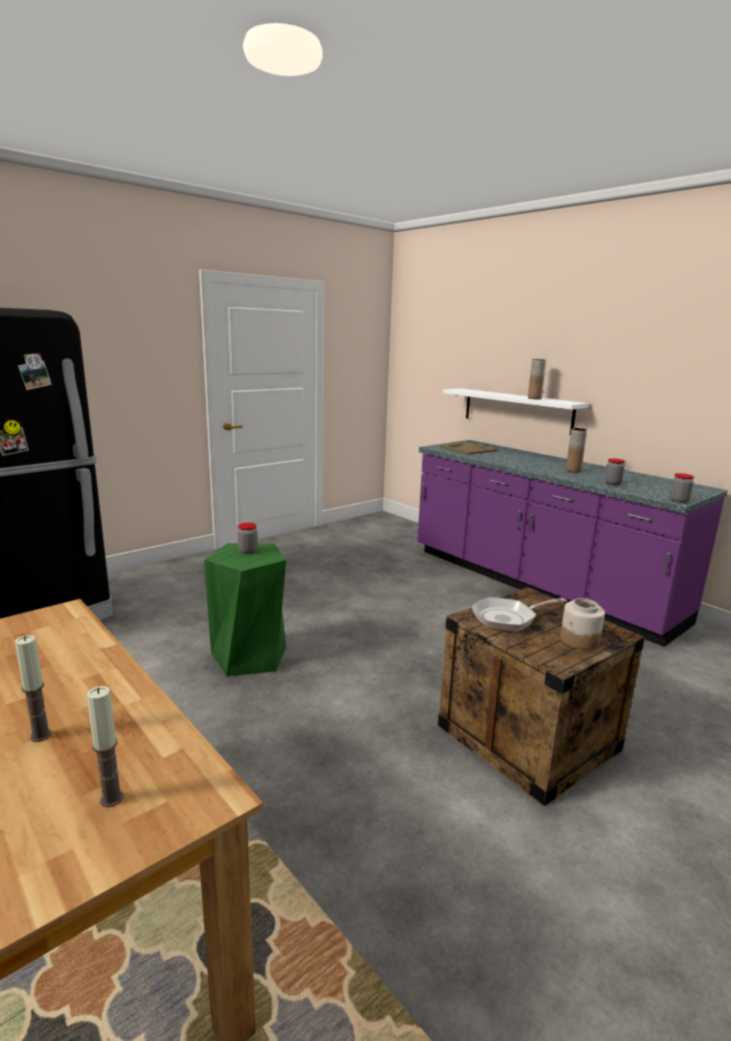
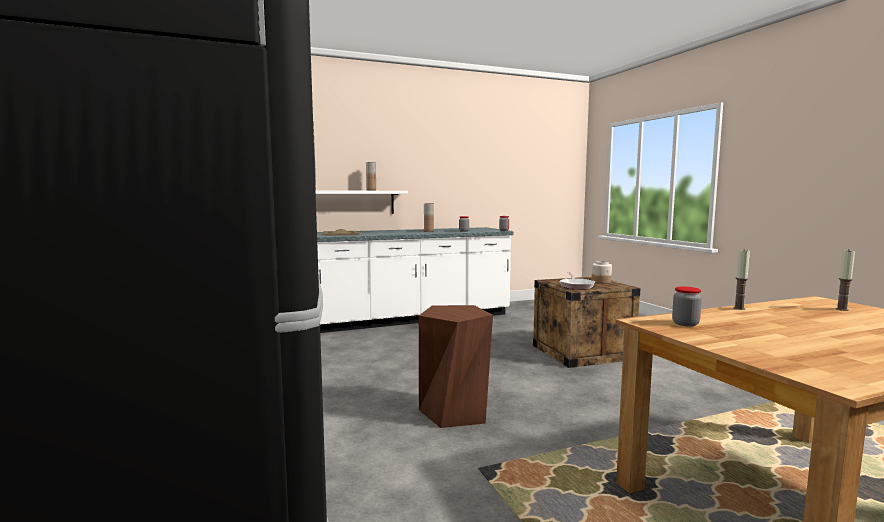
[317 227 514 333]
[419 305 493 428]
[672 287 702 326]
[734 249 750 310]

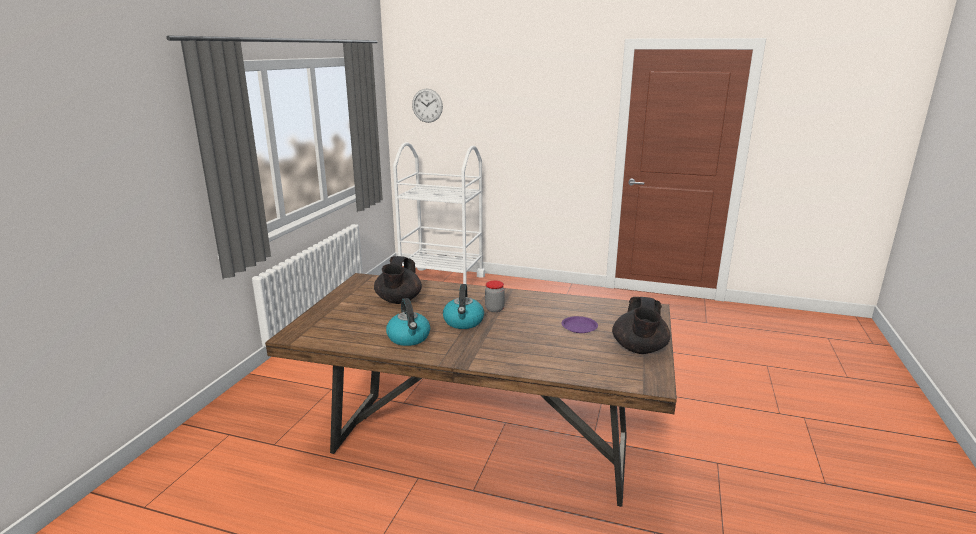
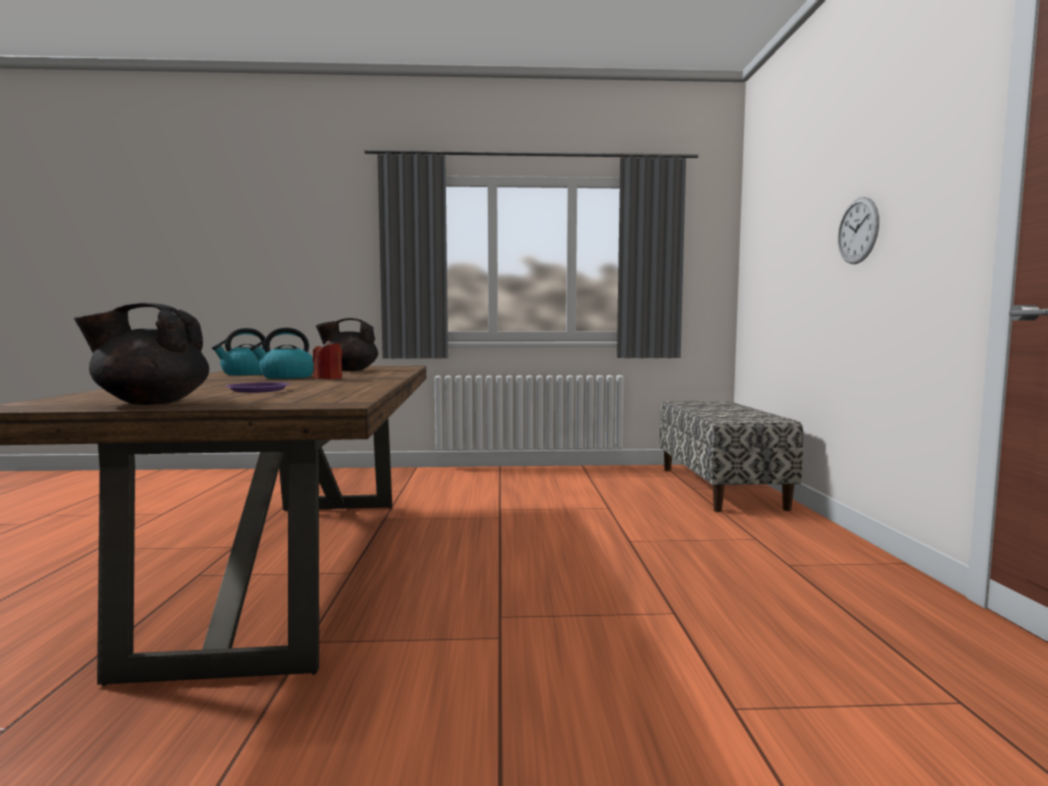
[313 340 342 379]
[660 401 803 512]
[838 197 879 264]

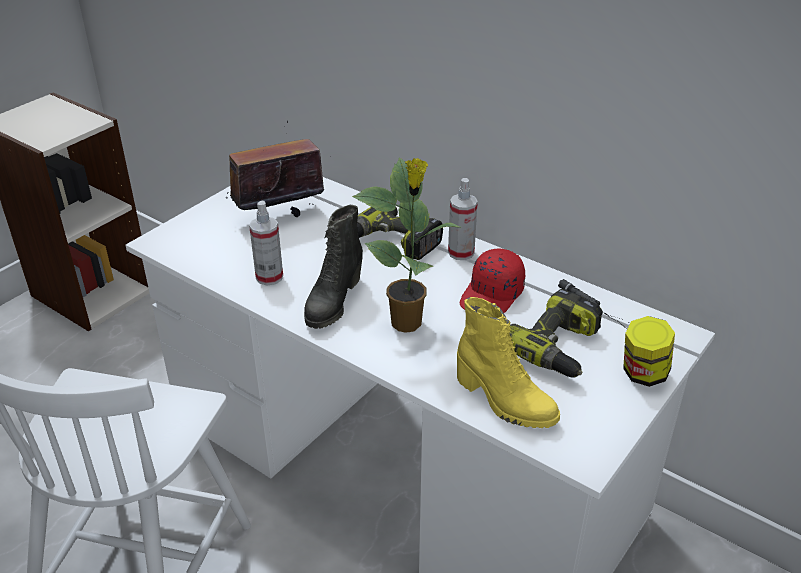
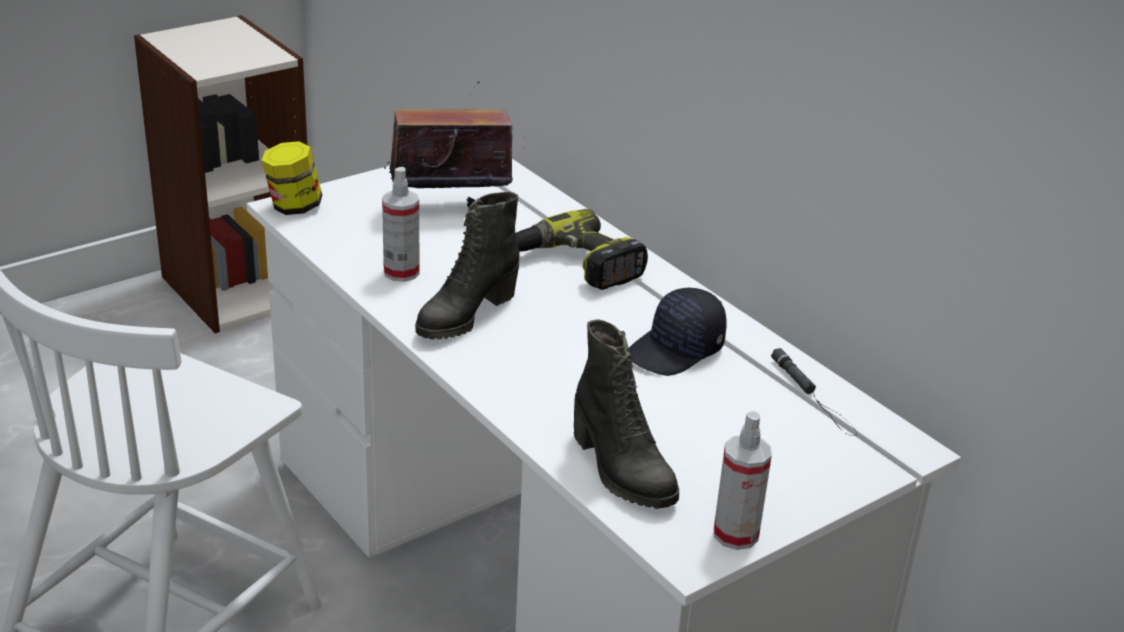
[261 141 322 215]
[574 319 679 509]
[628 288 727 376]
[714 411 772 550]
[352 157 460 333] (first image)
[509 289 603 378] (first image)

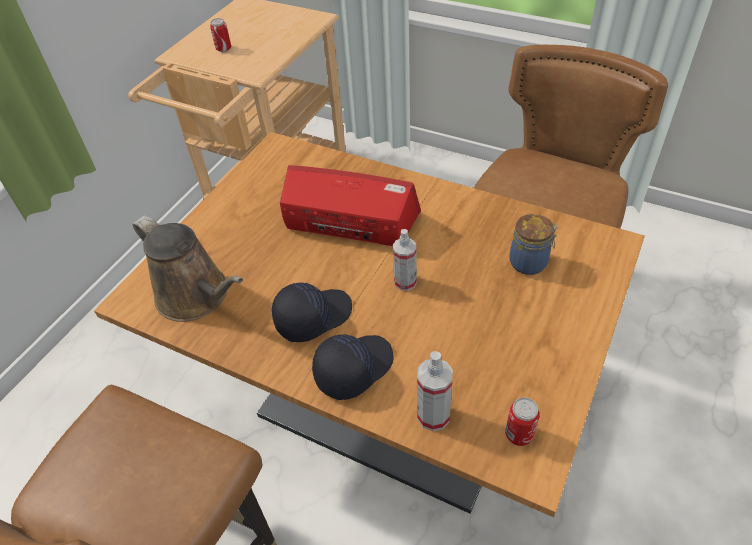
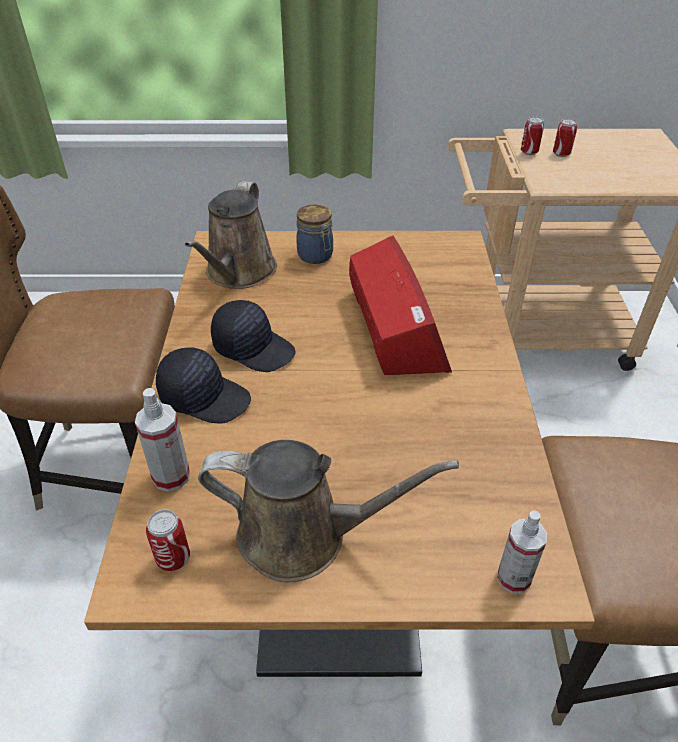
[198 440 459 582]
[296 204 333 264]
[497 510 547 593]
[521 116 544 155]

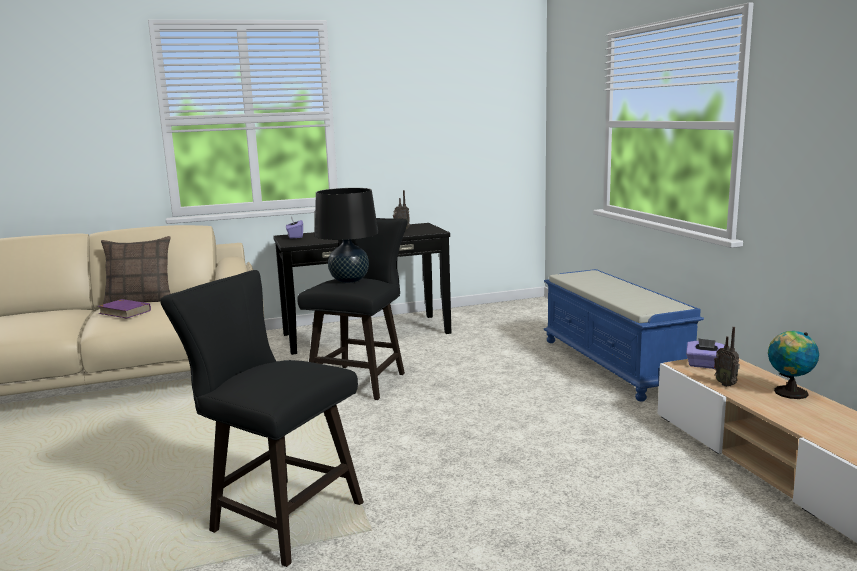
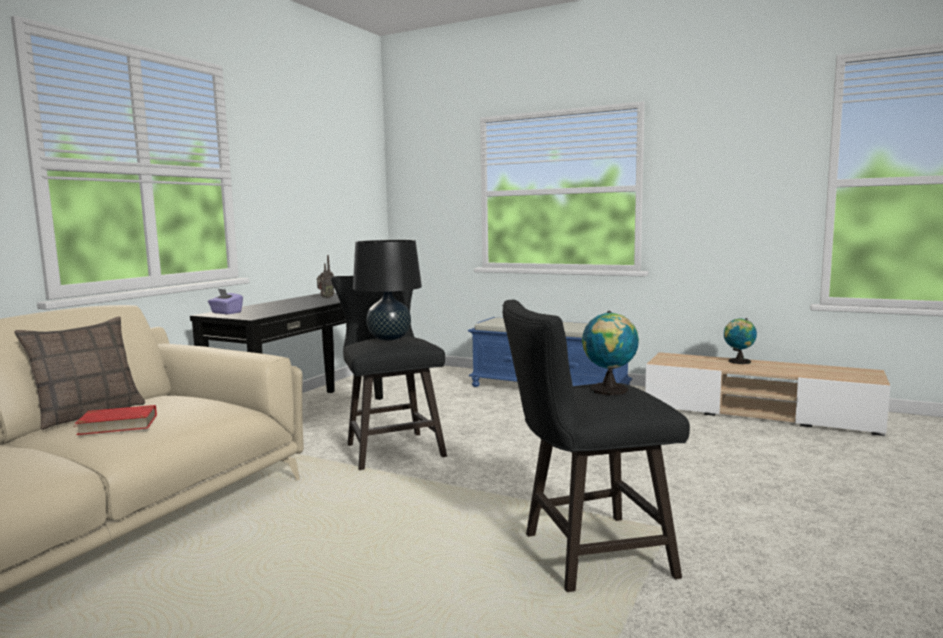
[73 405 157 435]
[582 311 639 395]
[686 338 725 369] (first image)
[714 327 740 387] (first image)

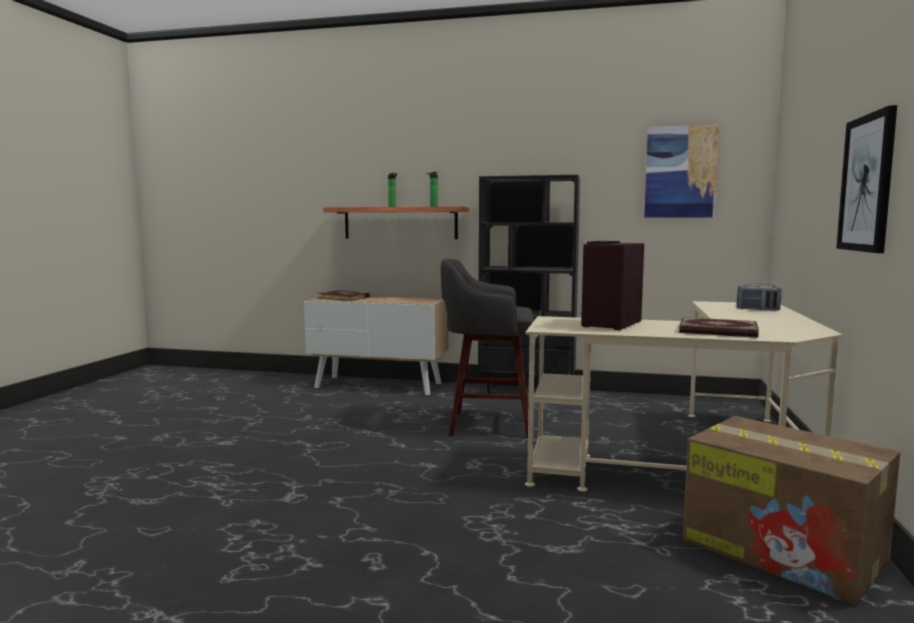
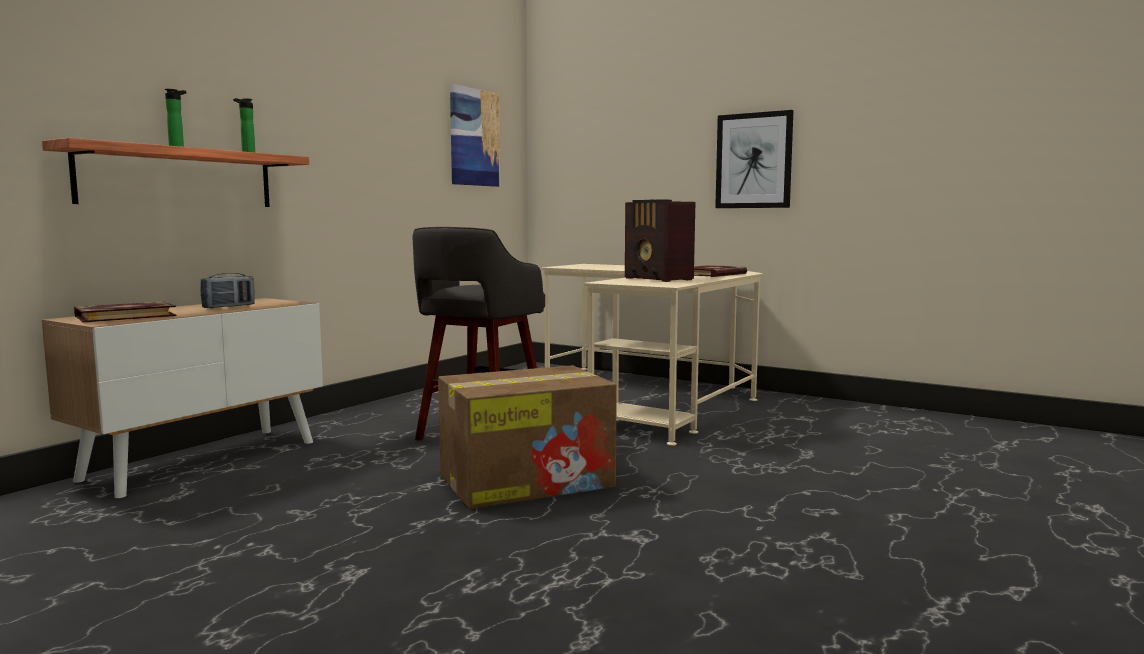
[201 273 255 308]
[438 365 617 509]
[478 175 580 394] (first image)

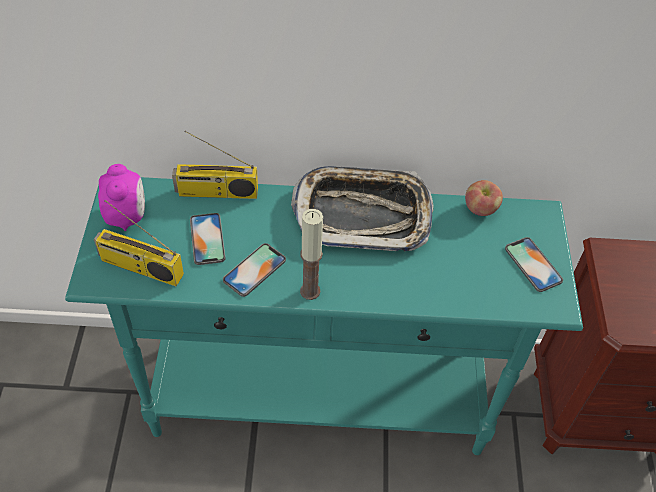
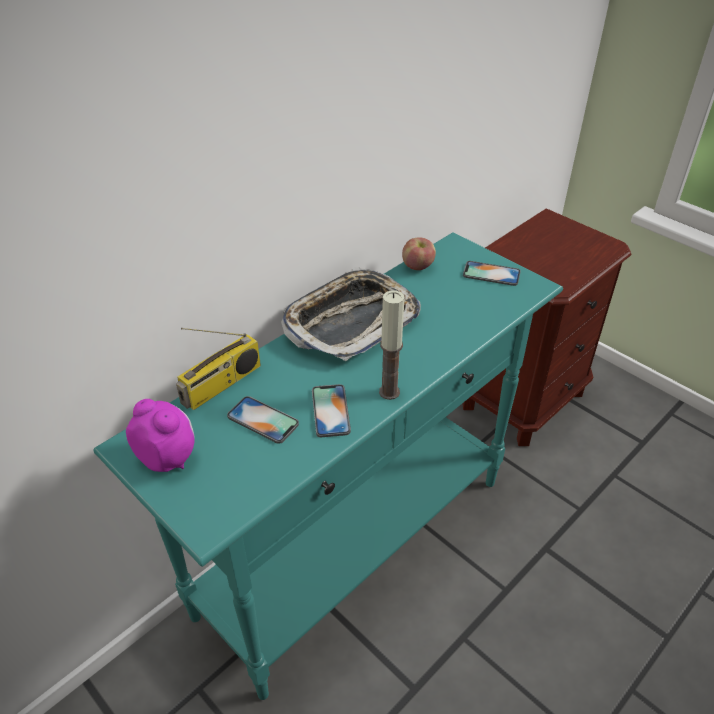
[94 200 184 286] (first image)

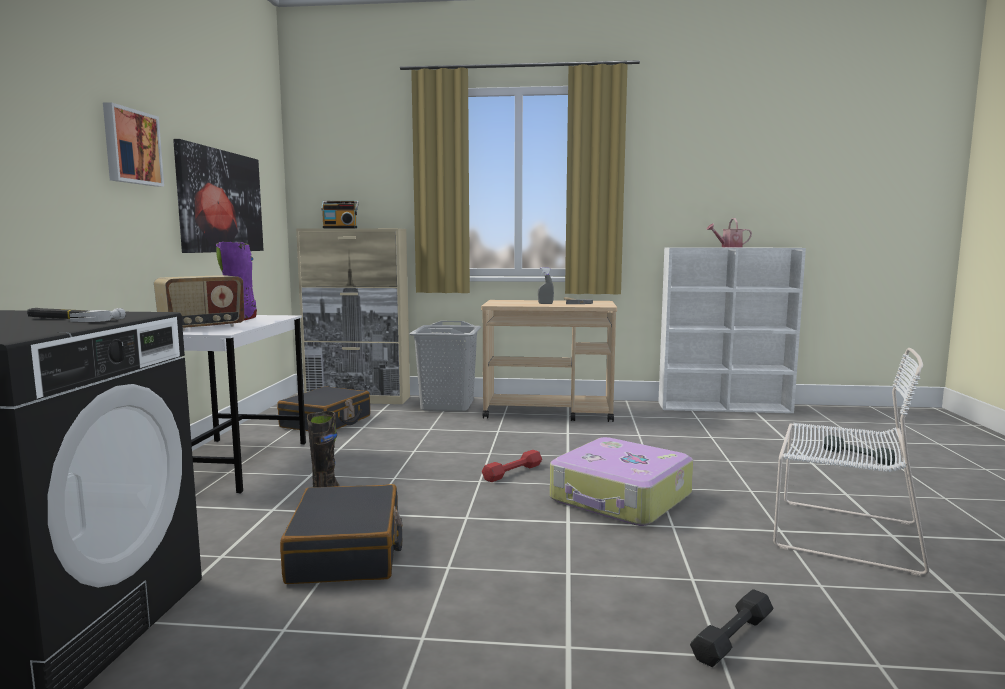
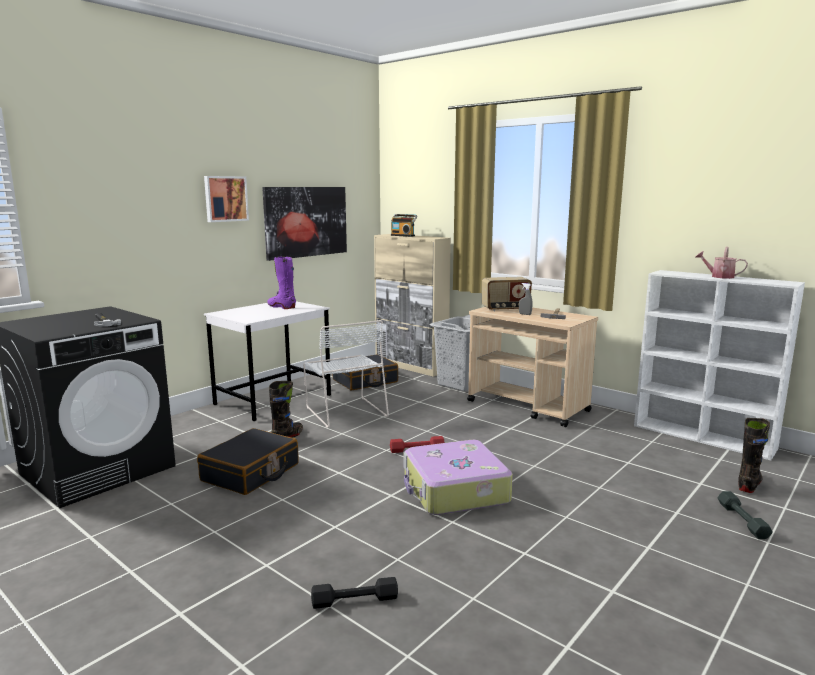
[303 320 389 428]
[482 277 532 311]
[738 418 770 493]

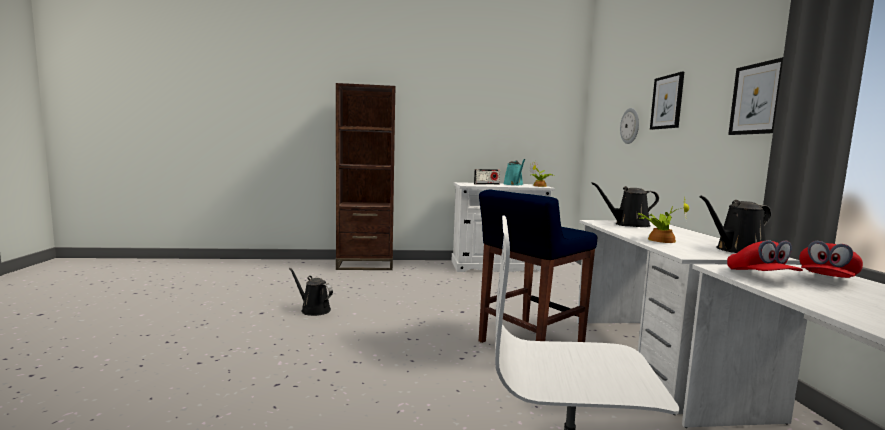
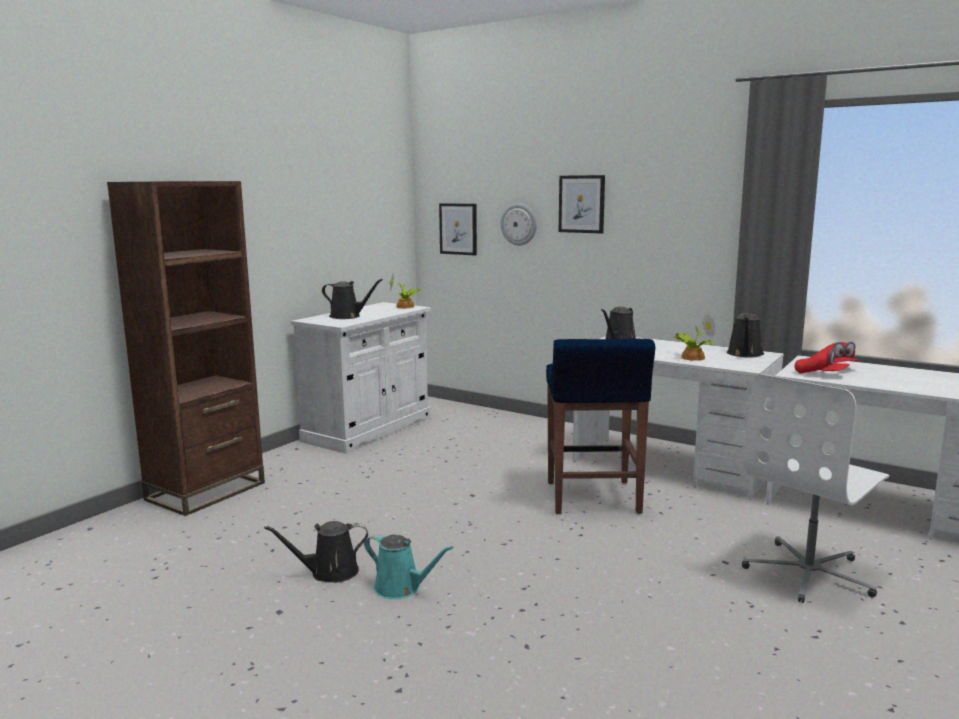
[322 279 383 319]
[364 534 453 599]
[439 203 477 256]

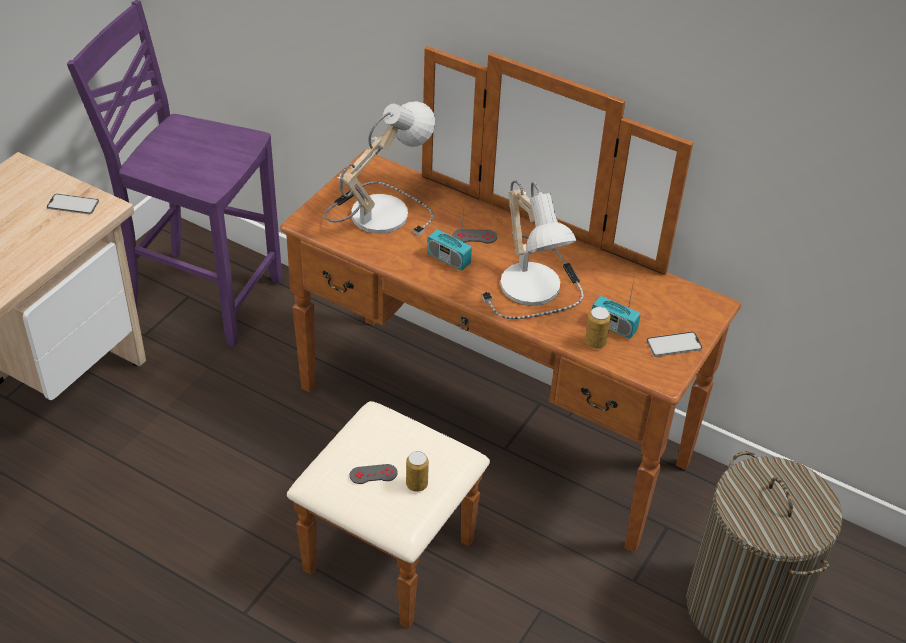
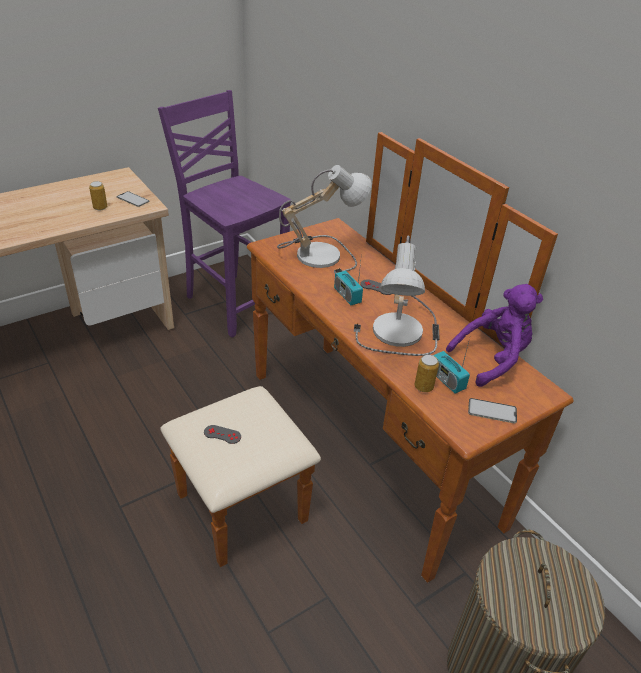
[89 181 107 210]
[446 284 543 387]

